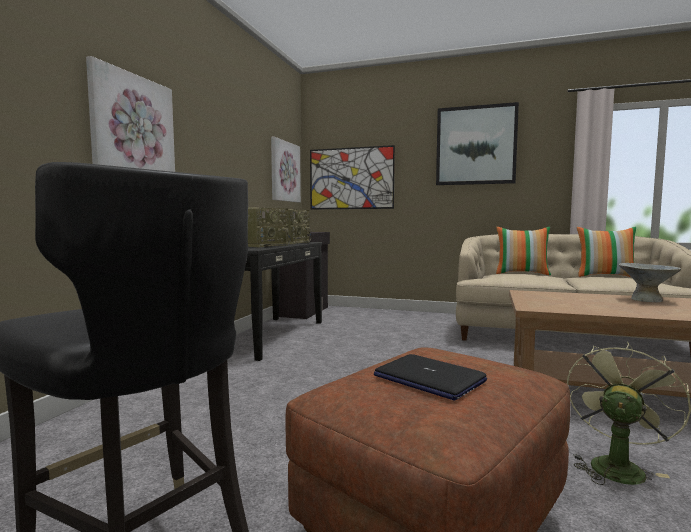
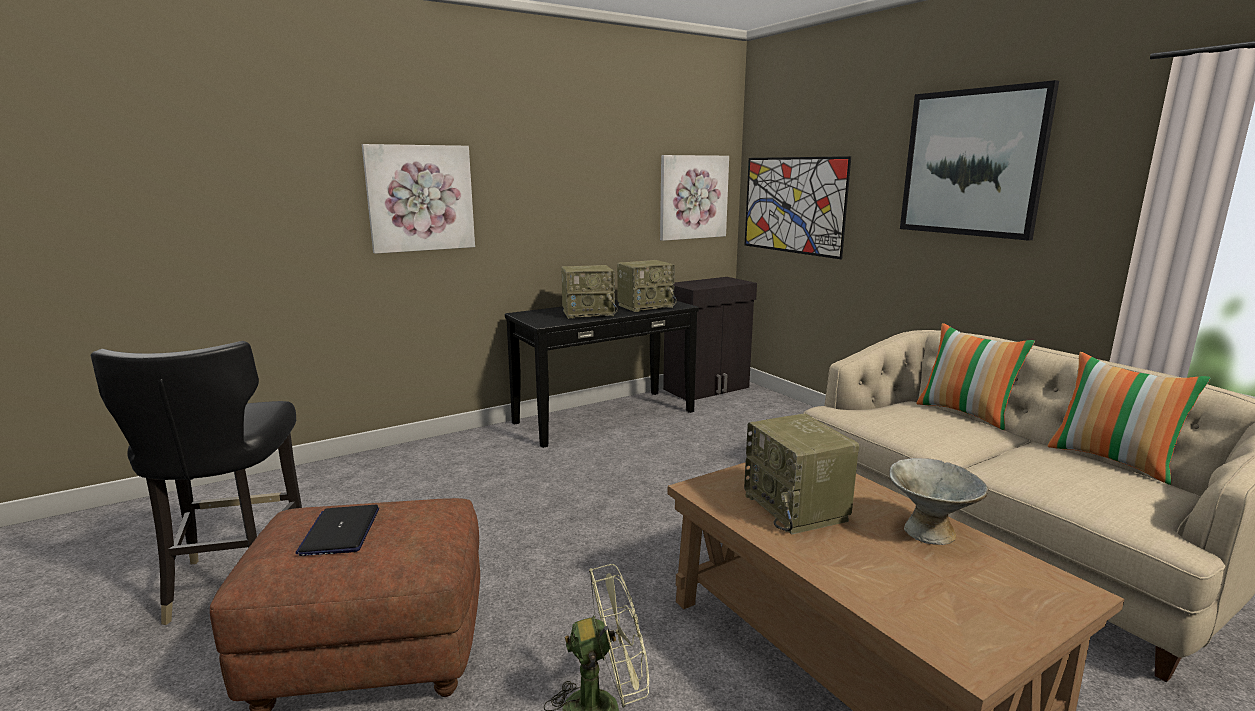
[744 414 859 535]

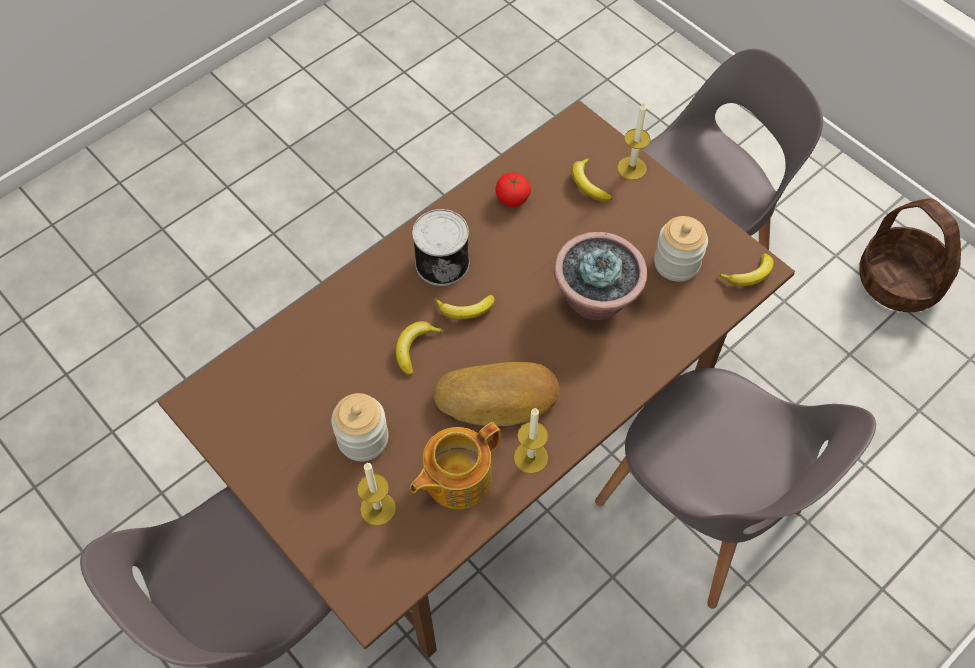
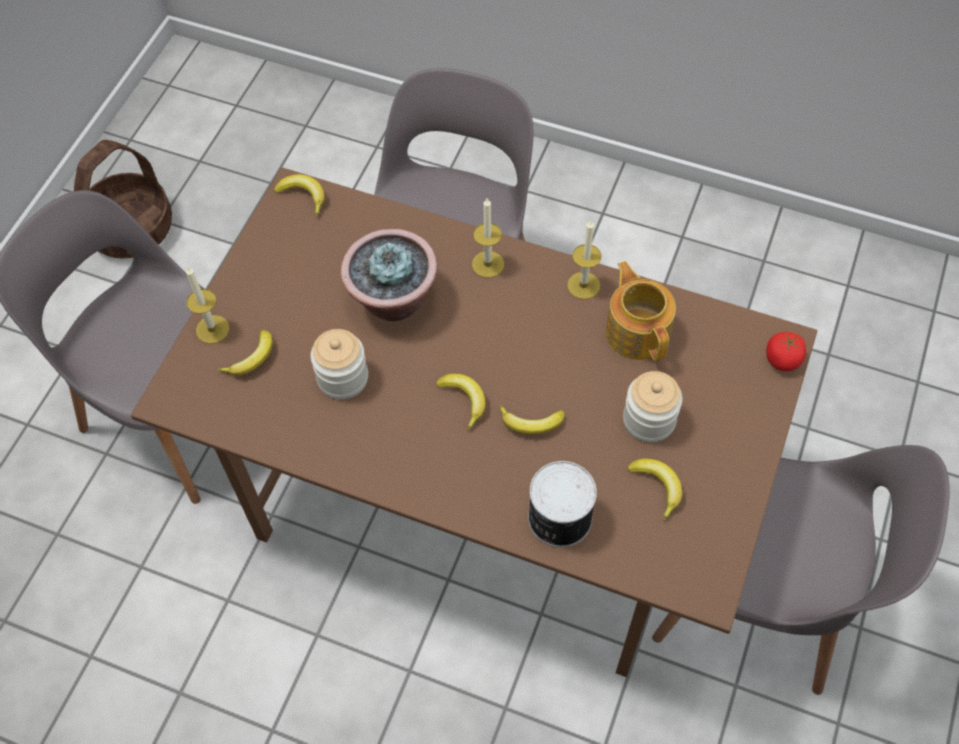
[311 329 368 400]
[472 198 504 278]
[528 461 597 548]
[606 261 676 361]
[627 459 682 520]
[766 332 806 371]
[433 362 559 426] (first image)

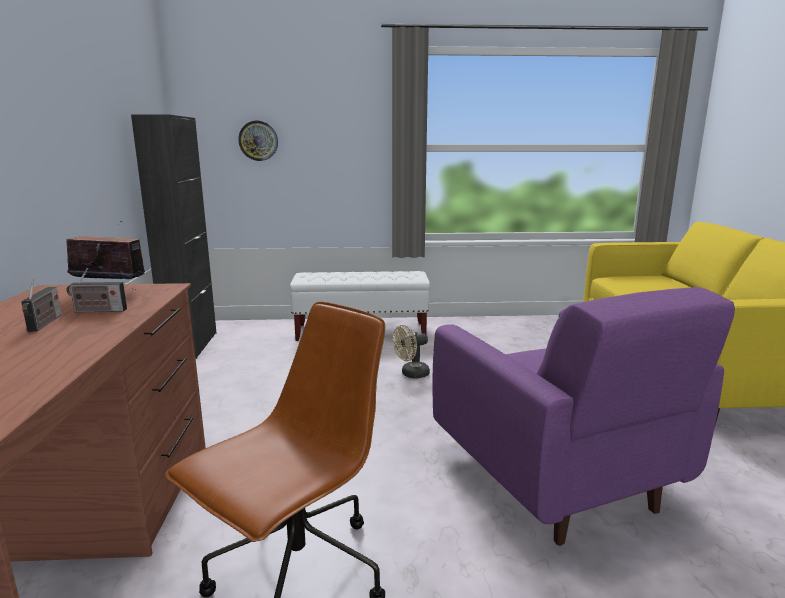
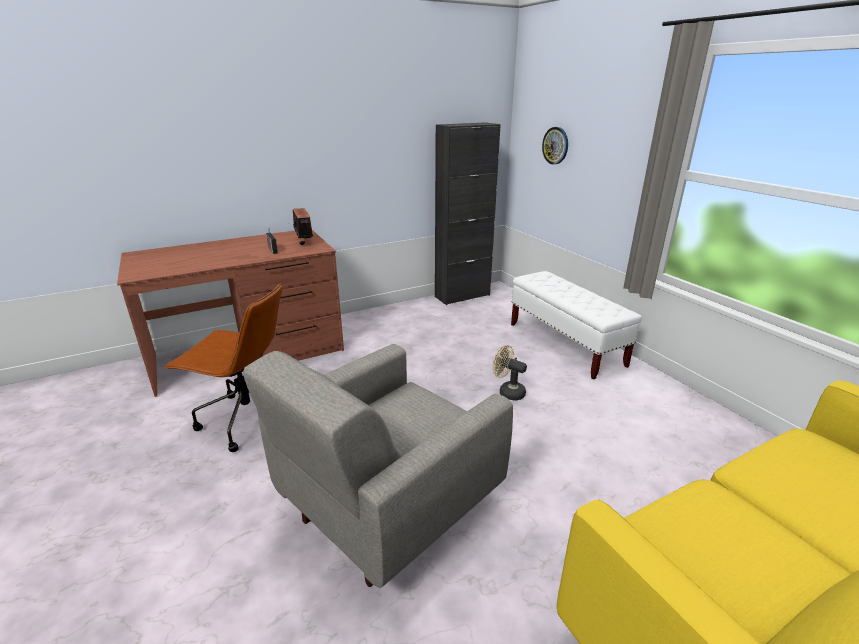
[243 344 513 587]
[21 279 62 332] (first image)

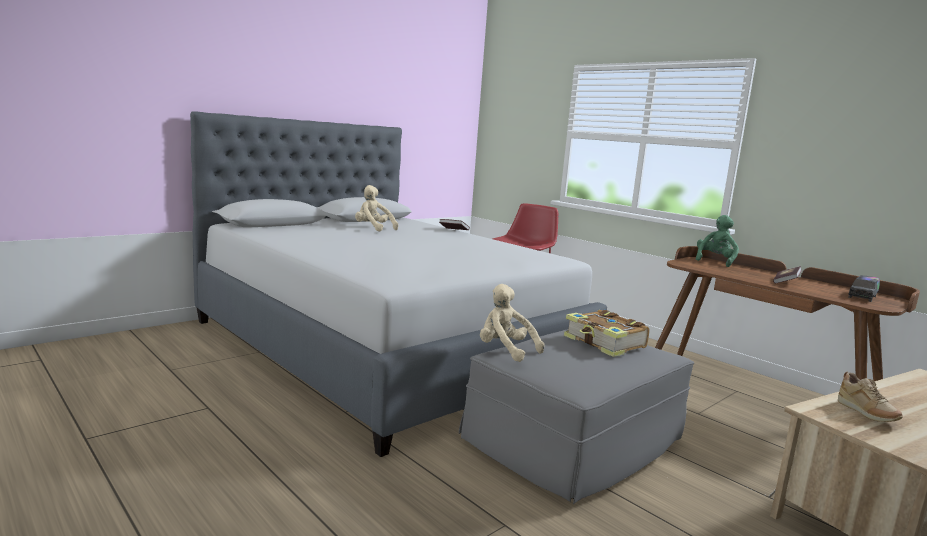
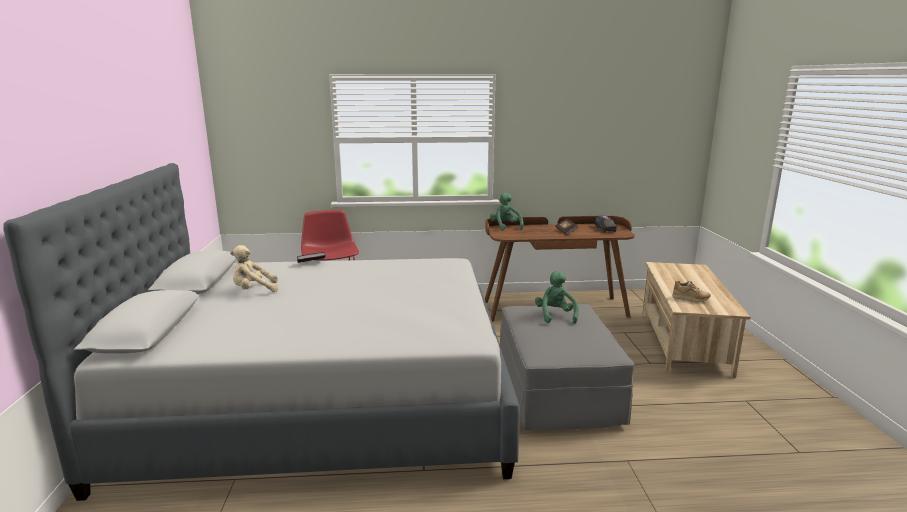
[535 271 579 324]
[480 284 545 362] (first image)

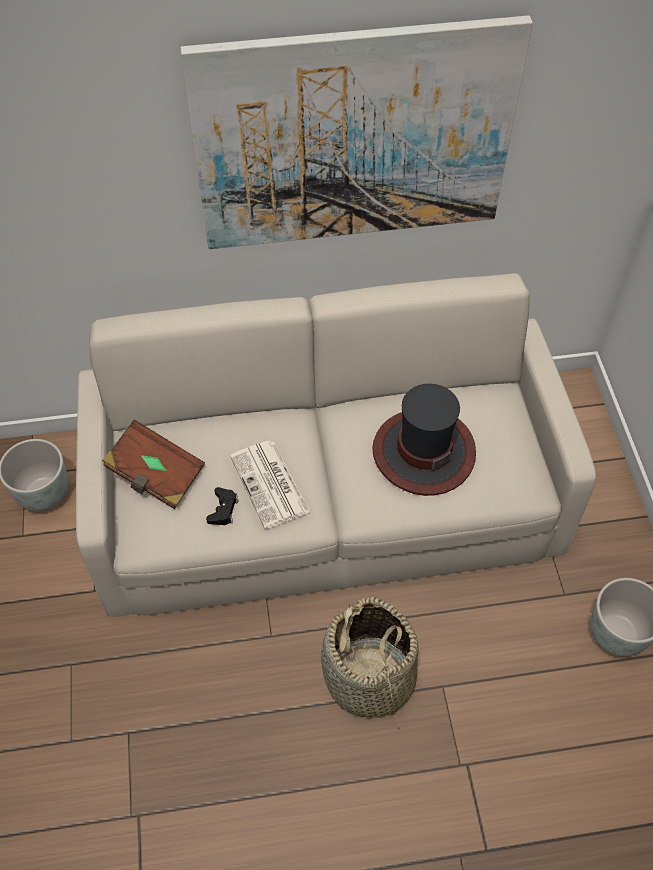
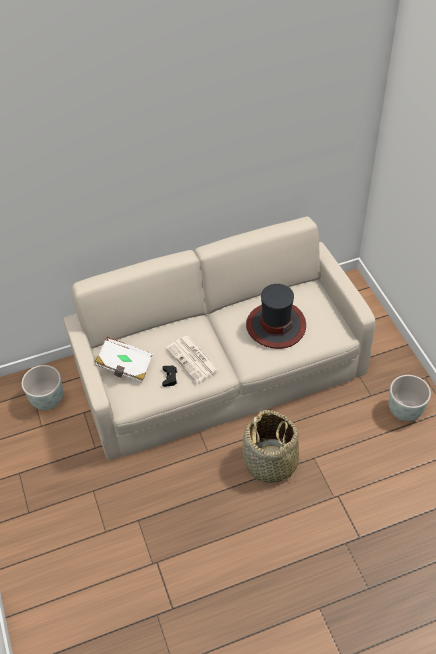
[95 337 153 383]
[180 16 533 249] (first image)

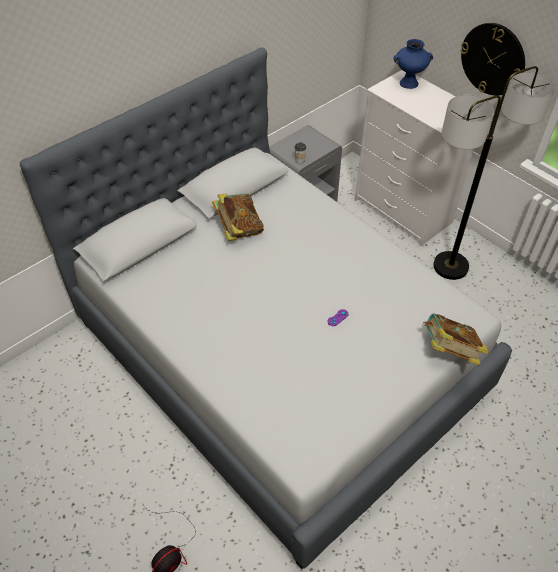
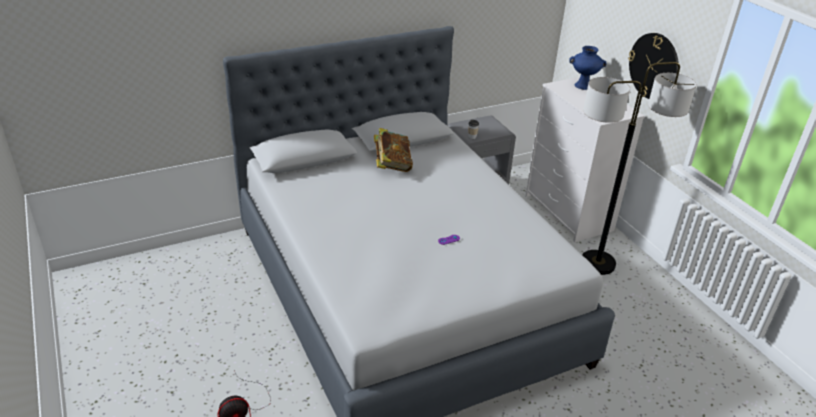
[423 313 489 365] (first image)

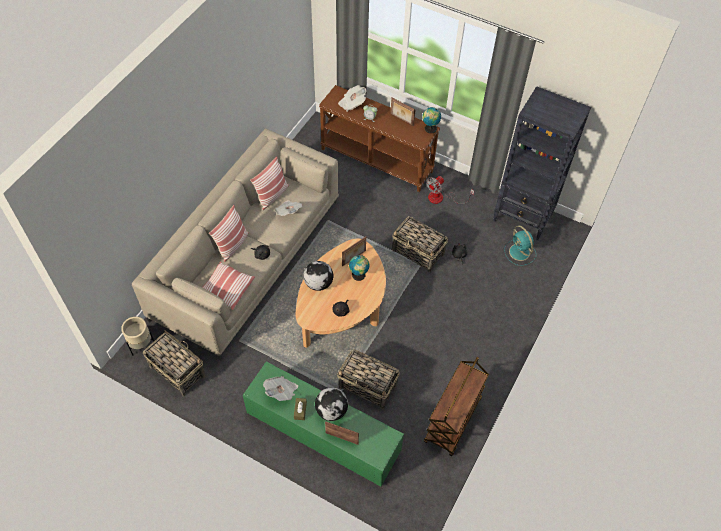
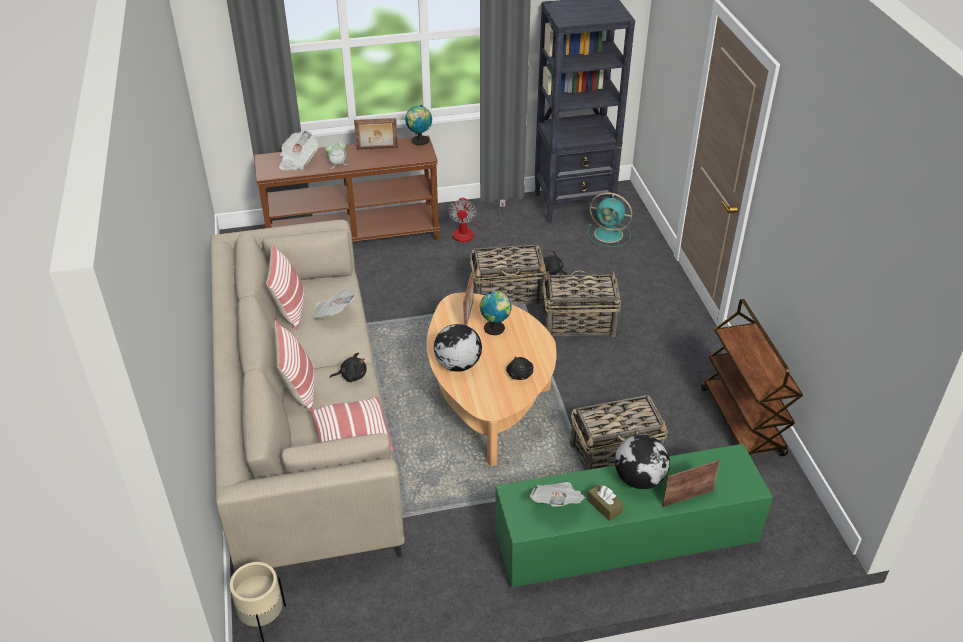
[541 270 621 337]

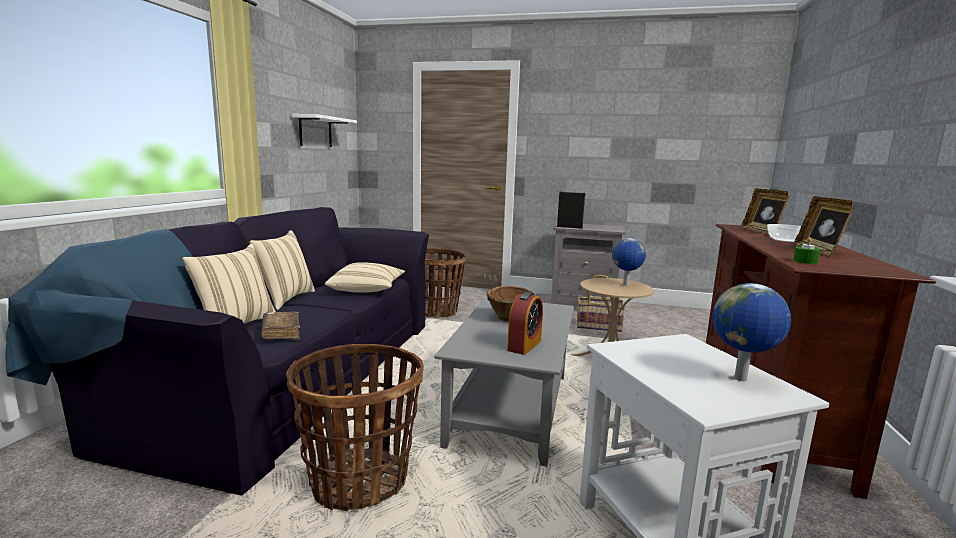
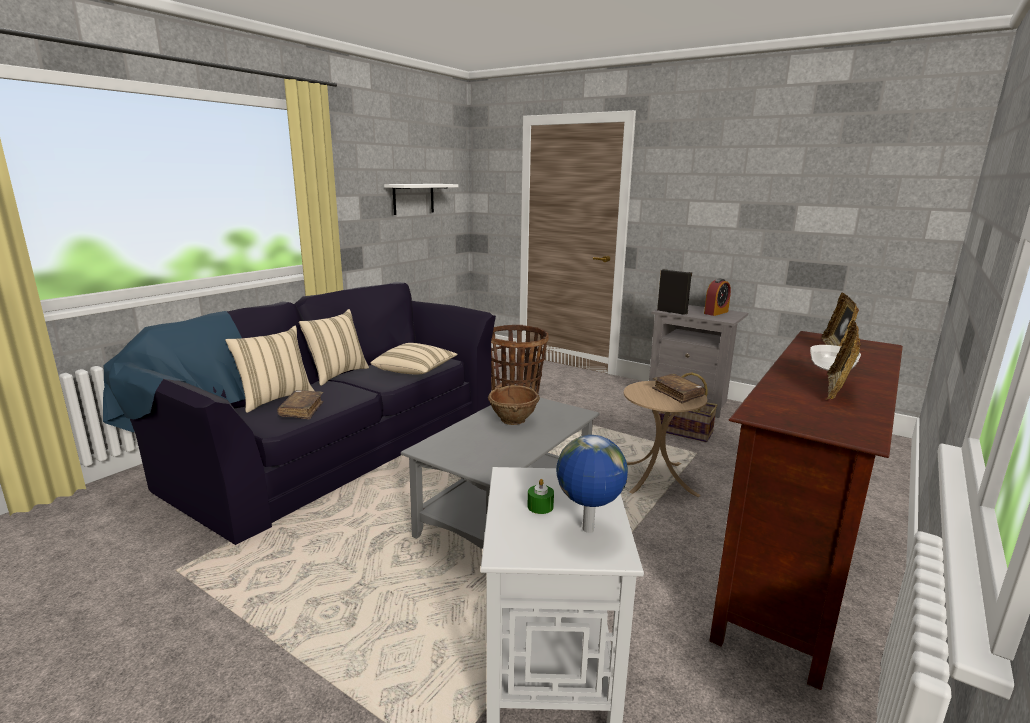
[527 479 554 514]
[652 374 706 404]
[704 279 731 316]
[286 344 424 512] (first image)

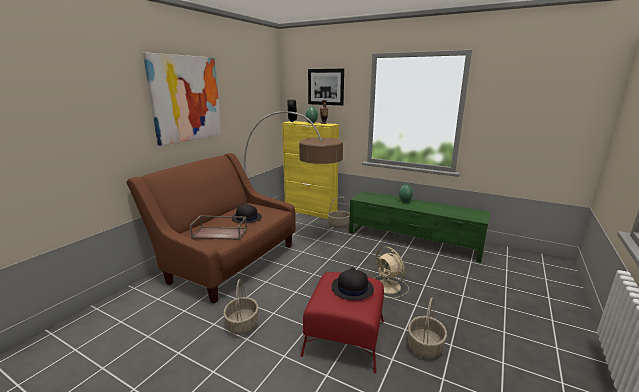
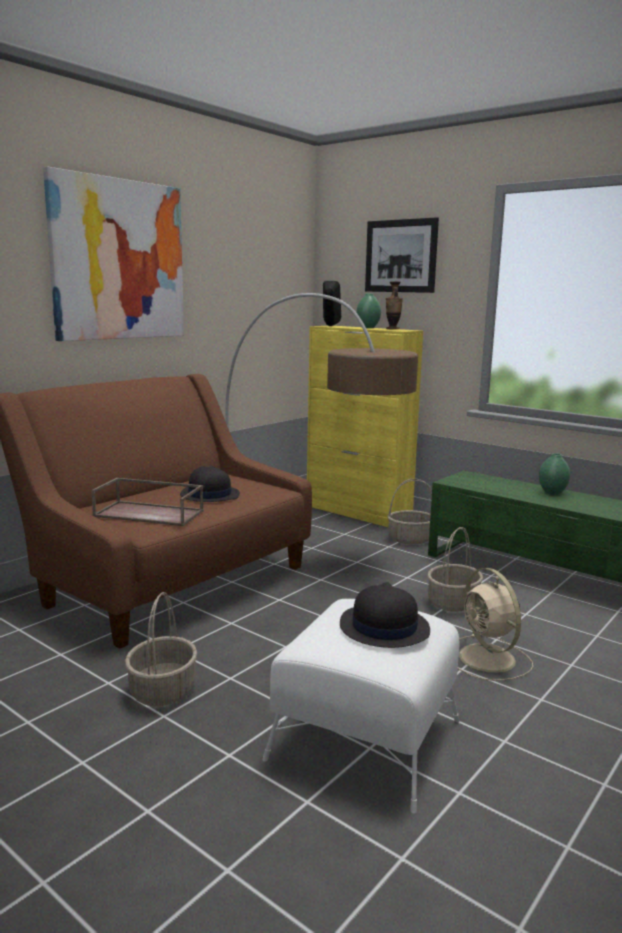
[262 599 460 814]
[427 527 483 612]

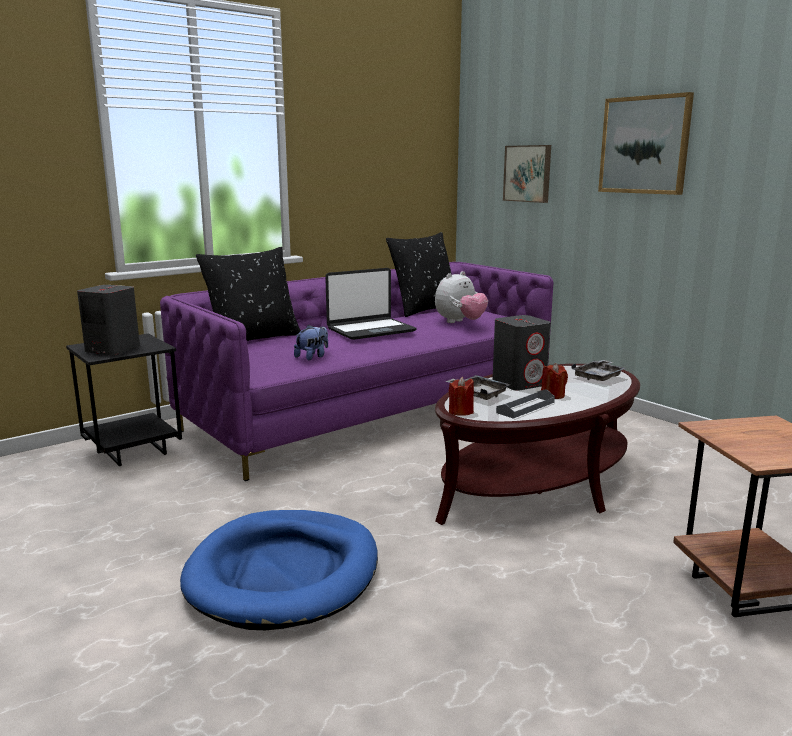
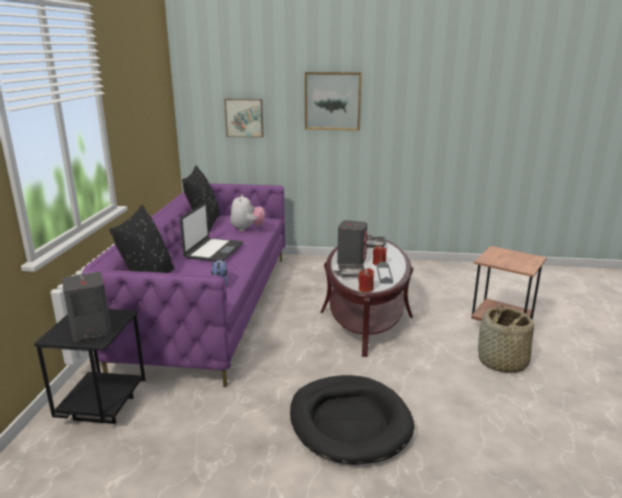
[290 375 414 465]
[478 304 534 373]

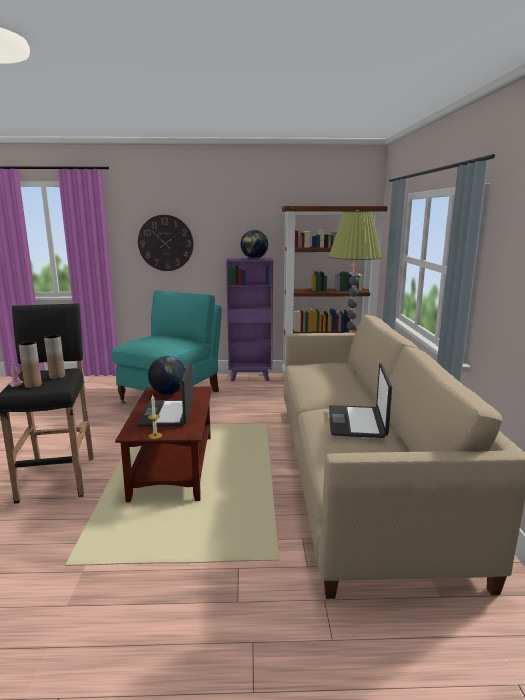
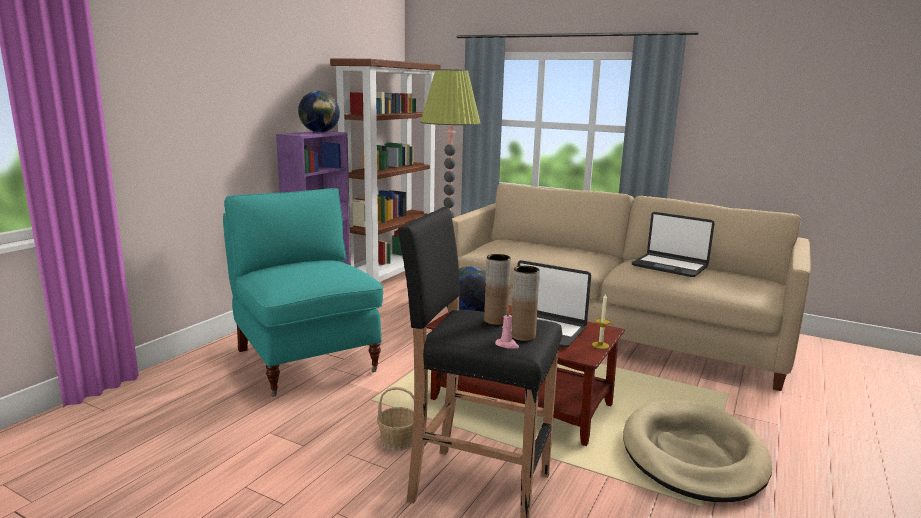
[377 387 414 451]
[623 400 772 502]
[138 215 193 271] (first image)

